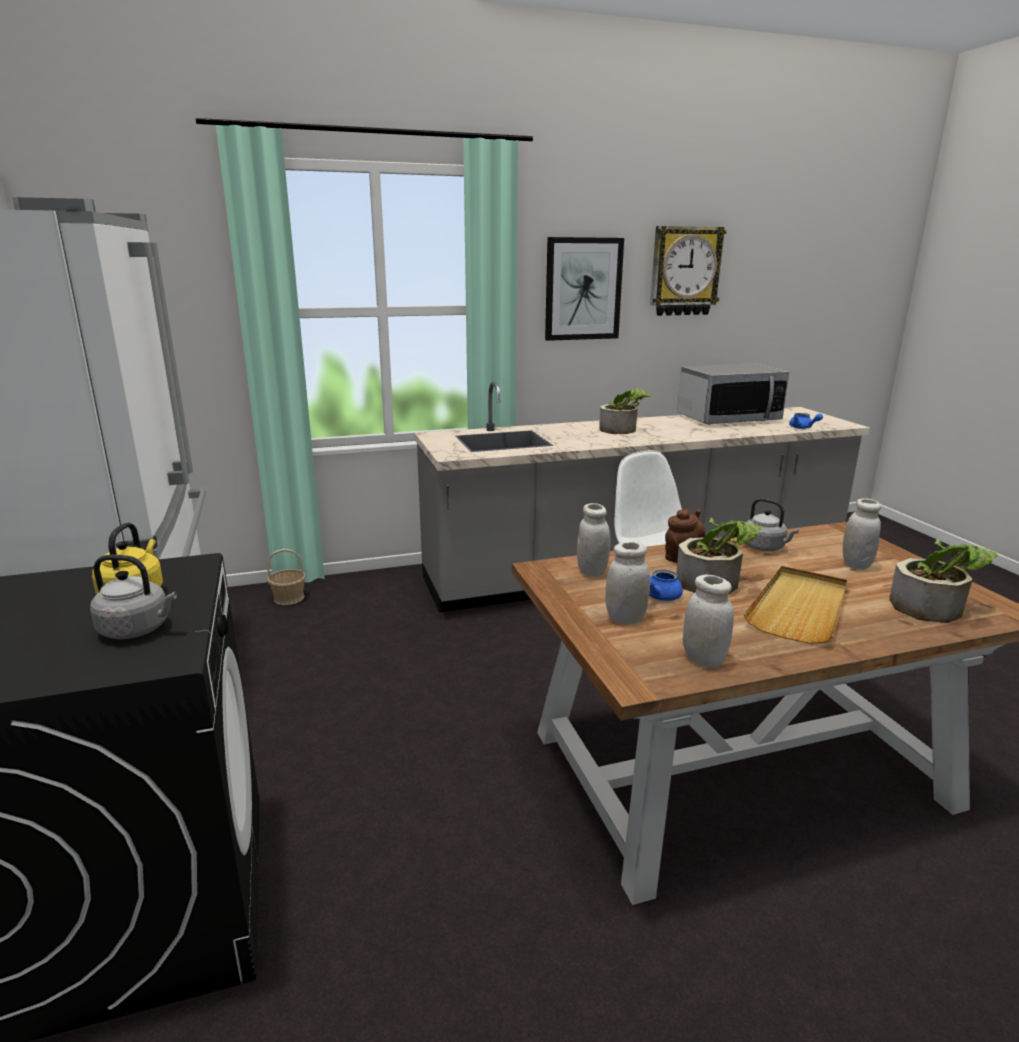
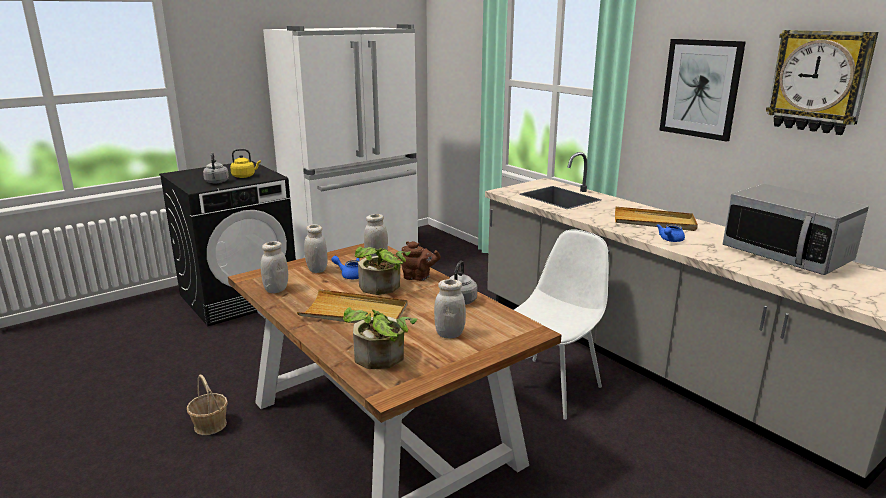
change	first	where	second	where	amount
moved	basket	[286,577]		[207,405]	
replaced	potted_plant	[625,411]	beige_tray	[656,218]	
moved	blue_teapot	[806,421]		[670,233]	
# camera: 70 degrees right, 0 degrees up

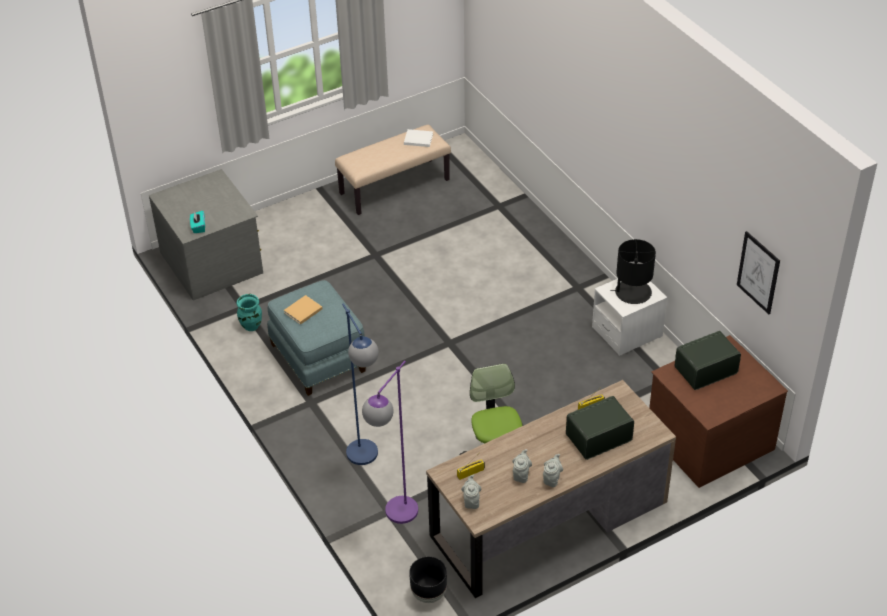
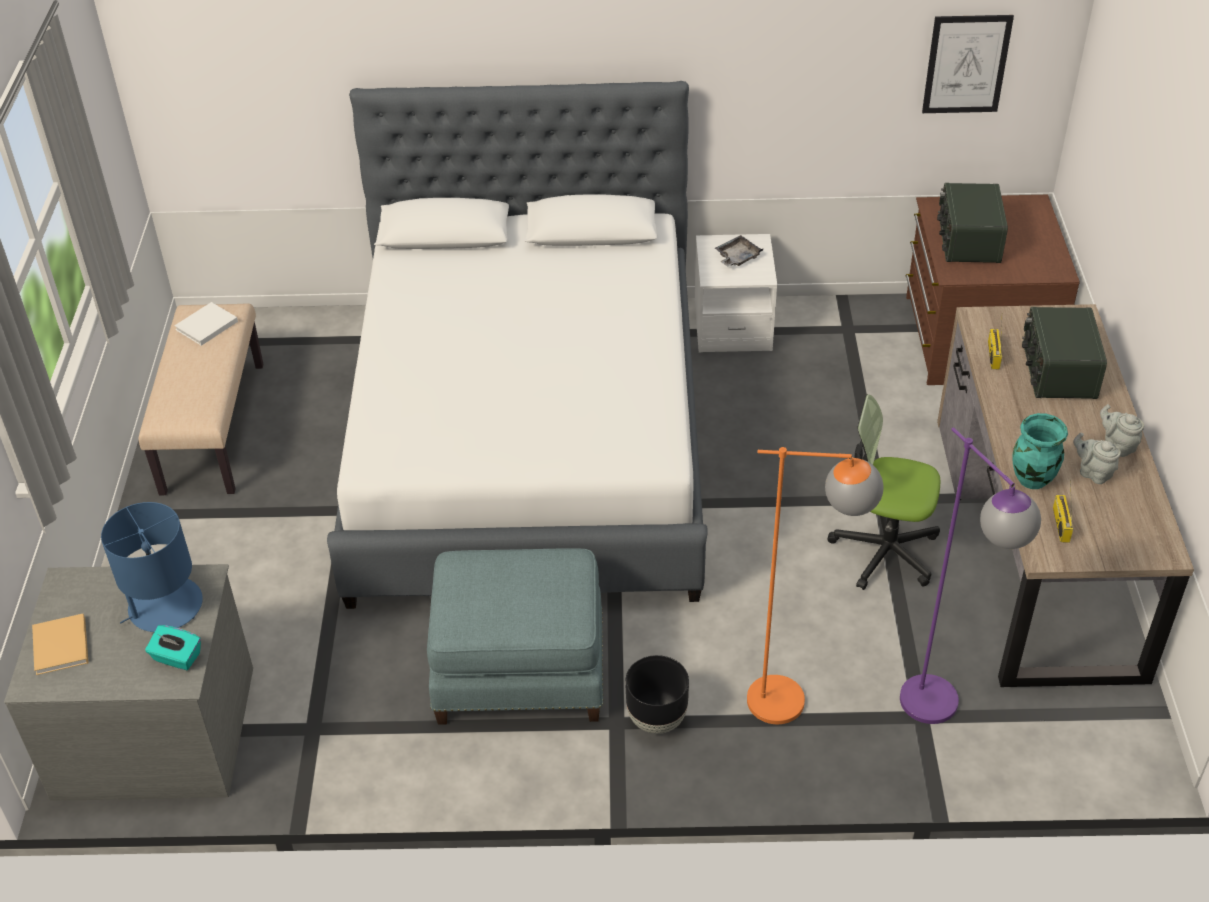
change	first	where	second	where	amount
moved	beige_book	[303,310]		[60,644]	
added			blue_table_lamp	[152,567]	
added			white_bed	[517,345]	
moved	black_planter	[428,580]		[657,694]	
replaced	black_table_lamp	[633,271]	grey_tray	[739,250]	
recoloured	blue_floor_lamp	[360,384]	orange_floor_lamp	[815,585]	
moved	turquoise_vase	[249,312]		[1040,451]	
removed	grey_teapot	[471,491]			
# camera: 60 degrees left, 0 degrees up

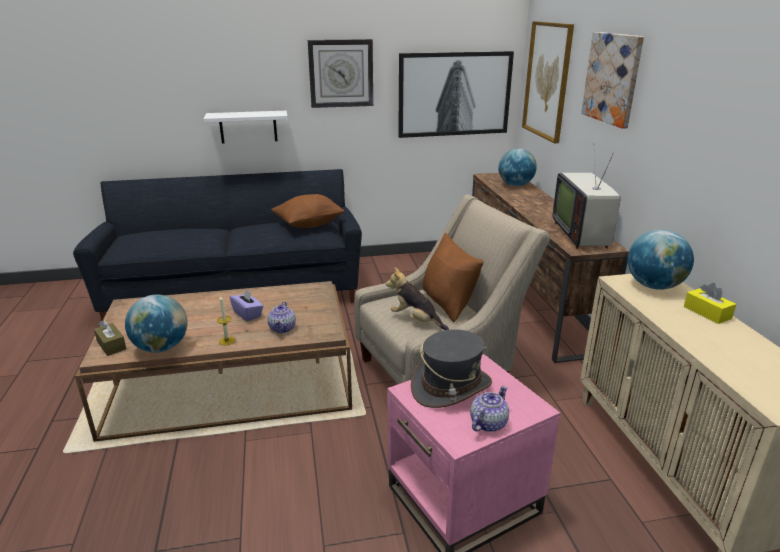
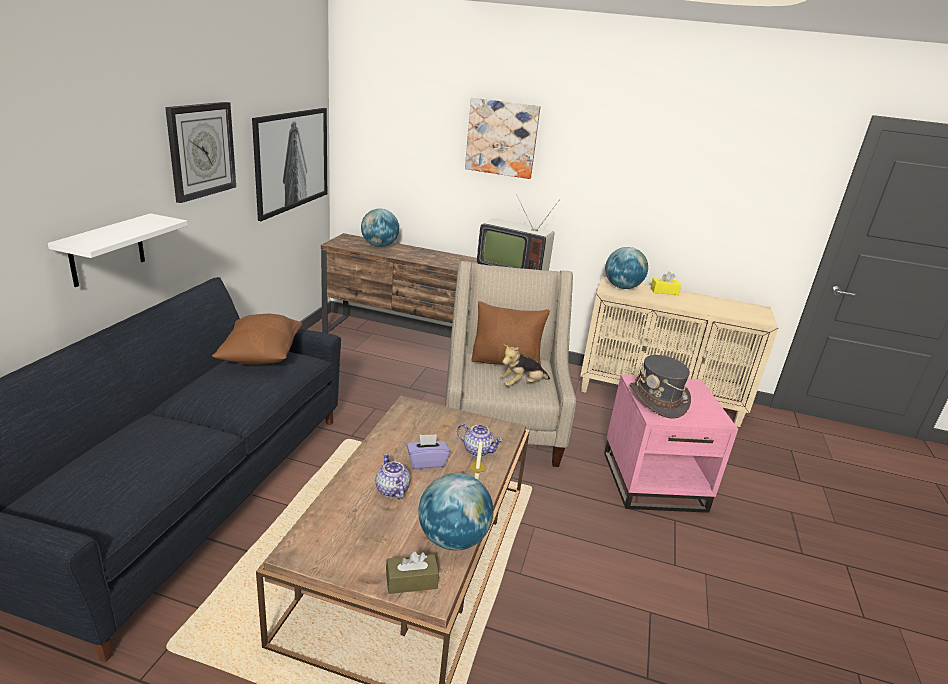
change	first	where	second	where	amount
moved	teapot	[489,409]		[392,476]	
removed	picture	[548,82]			
# camera: 65 degrees left, 0 degrees up

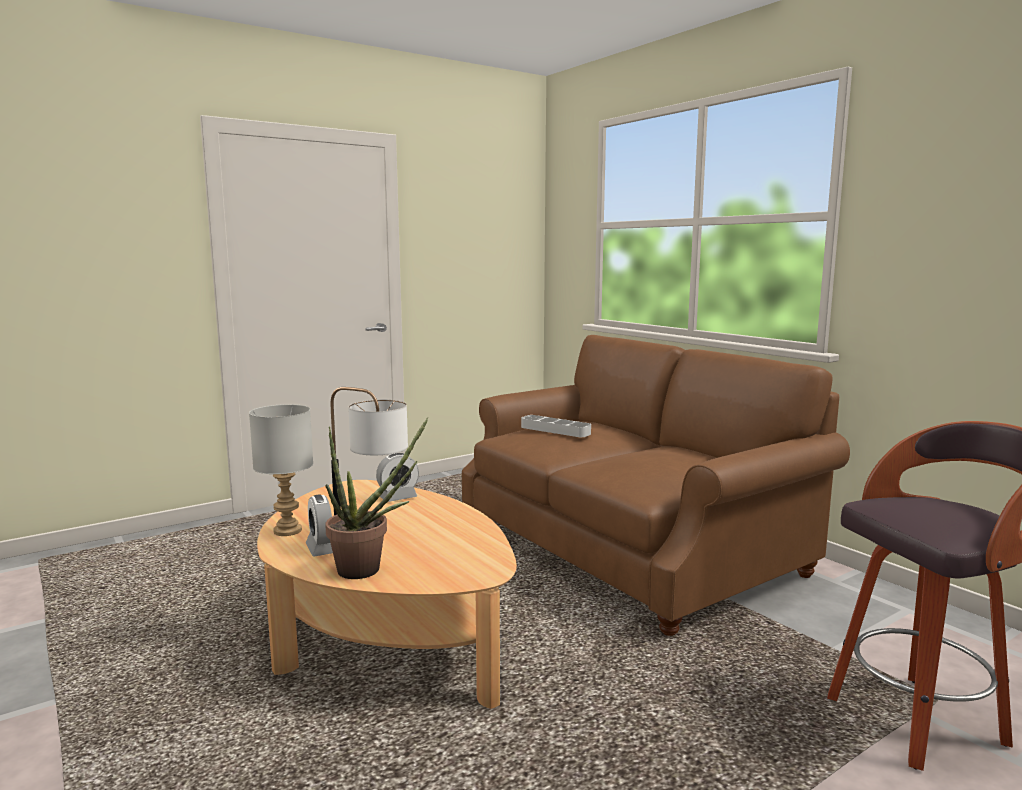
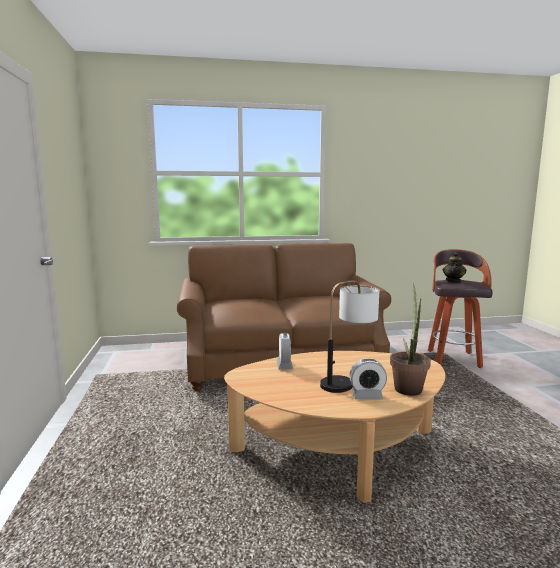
change	first	where	second	where	amount
added			teapot	[454,267]	
removed	grey_table_lamp	[281,470]			
removed	grey_tray	[556,426]			
# camera: 65 degrees left, 0 degrees up

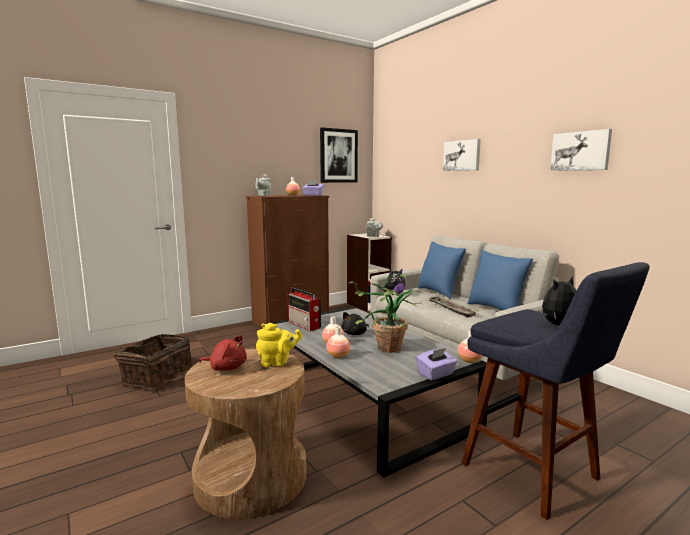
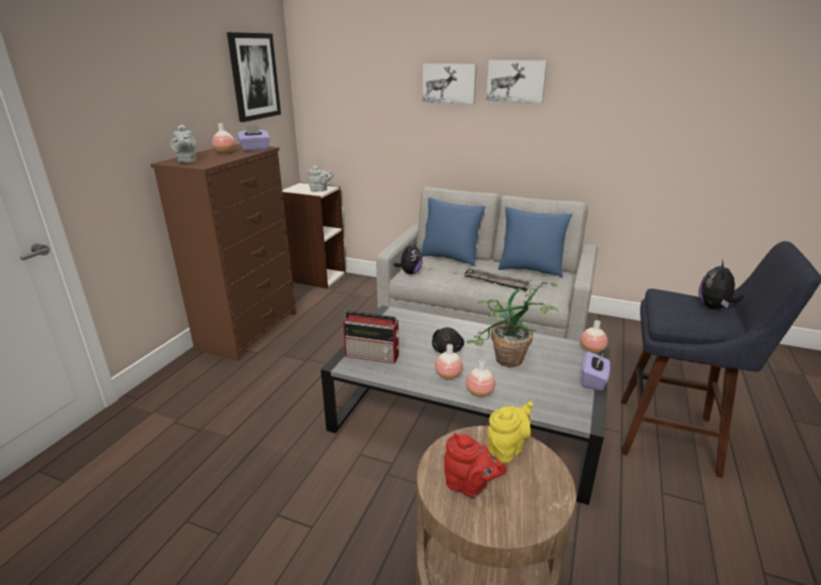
change	first	where	second	where	amount
replaced	red_plush_toy	[223,352]	red_teapot	[475,465]	
moved	picture	[581,150]		[516,81]	
removed	basket	[153,362]			
# camera: 35 degrees left, 15 degrees up

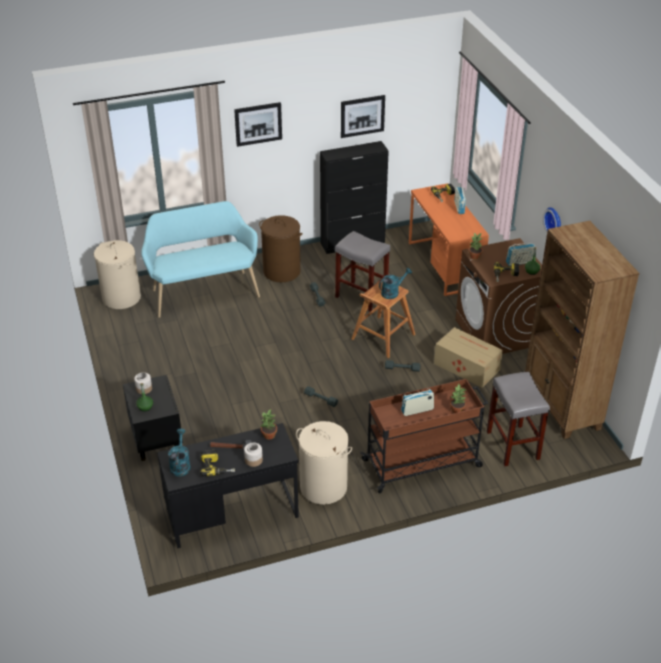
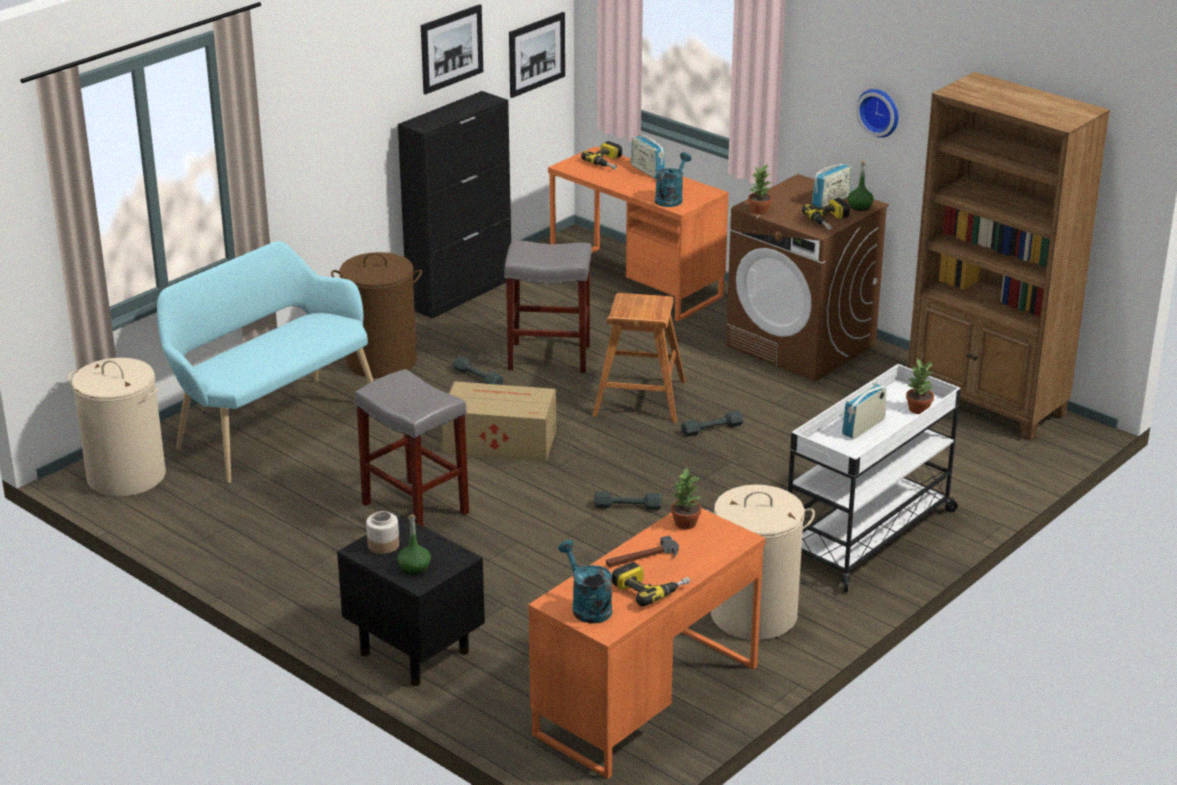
change	first	where	second	where	amount
moved	grey_stool	[518,419]		[411,447]	
moved	cardboard_box	[468,357]		[499,421]	
moved	picture	[258,124]		[537,55]	
recoloured	black_desk	[228,485]	orange_desk	[647,643]	
moved	turquoise_watering_can	[395,283]		[673,179]	
recoloured	brown_cart	[424,436]	white_cart	[874,478]	
removed	jar	[253,455]			
# camera: 30 degrees left, 10 degrees down

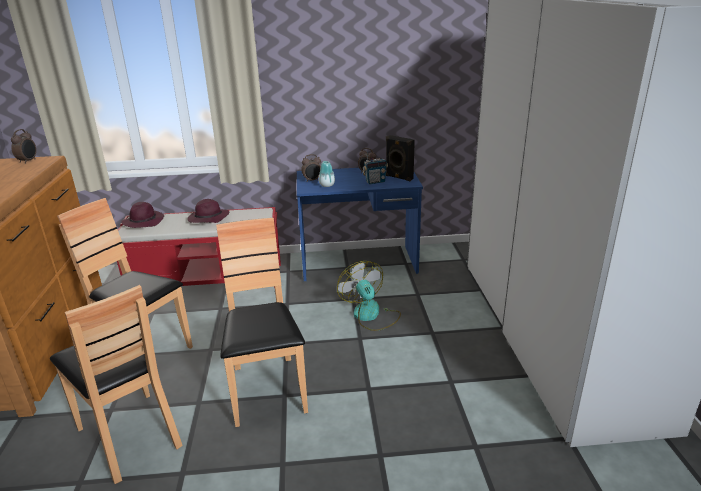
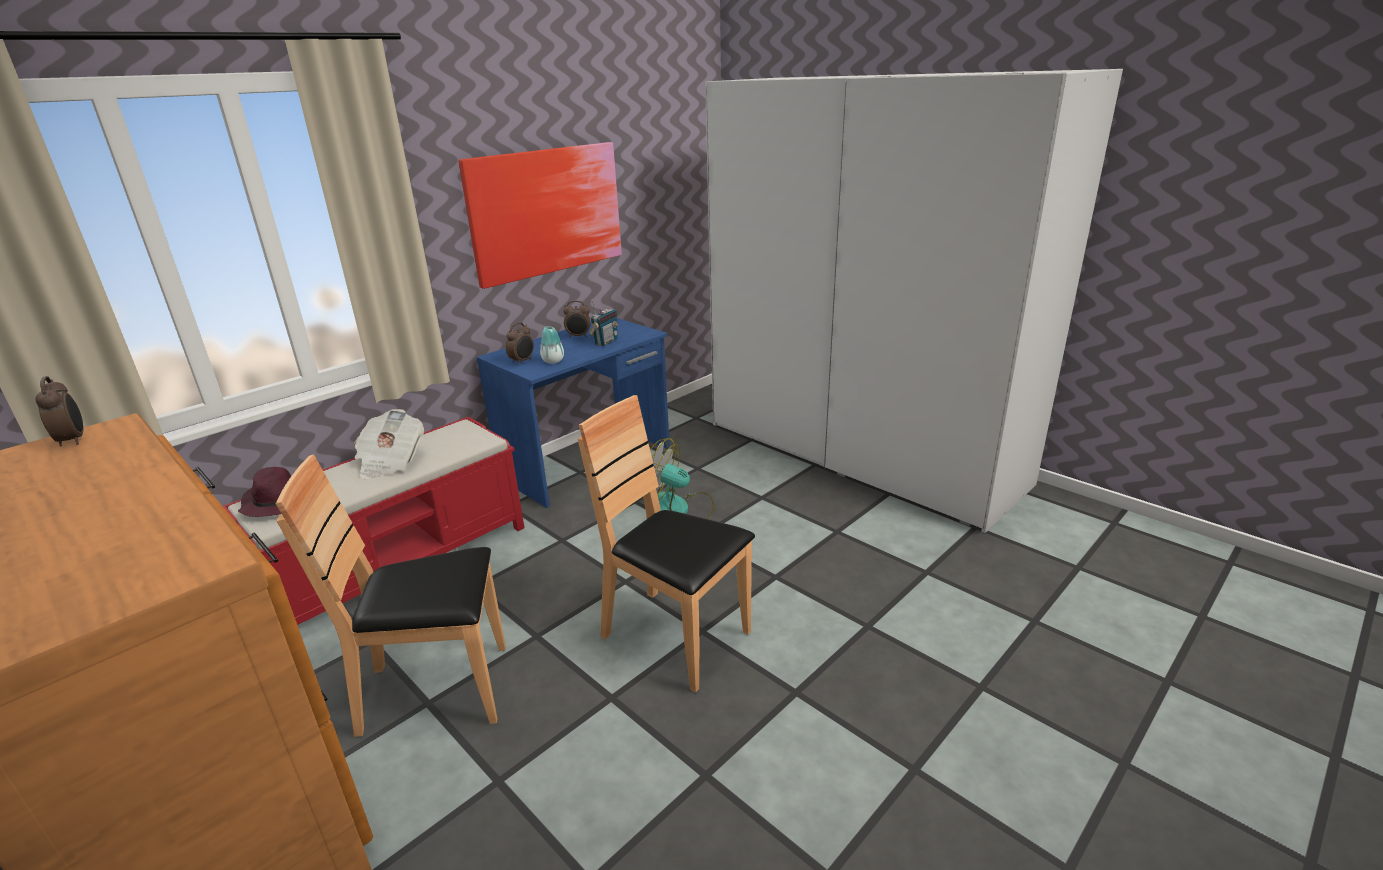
change	first	where	second	where	amount
replaced	purple_hat	[208,211]	newspaper	[389,444]	
added			picture	[540,215]	
removed	brown_chair	[116,384]			
removed	black_speaker	[400,158]			
# camera: 40 degrees left, 0 degrees up

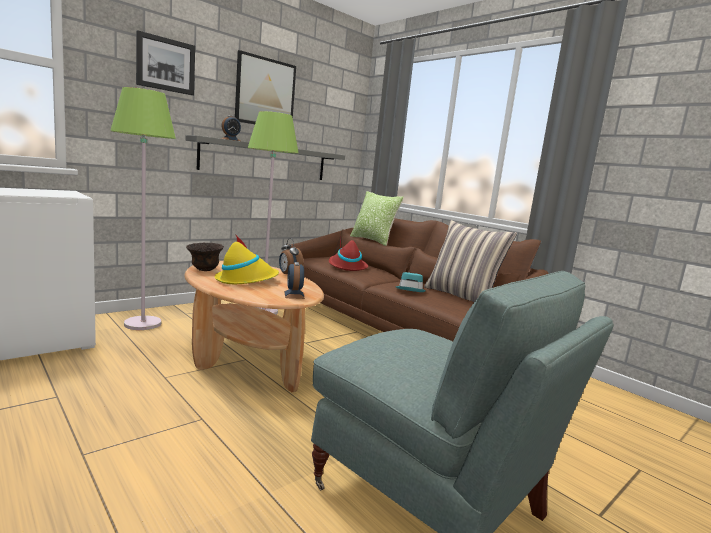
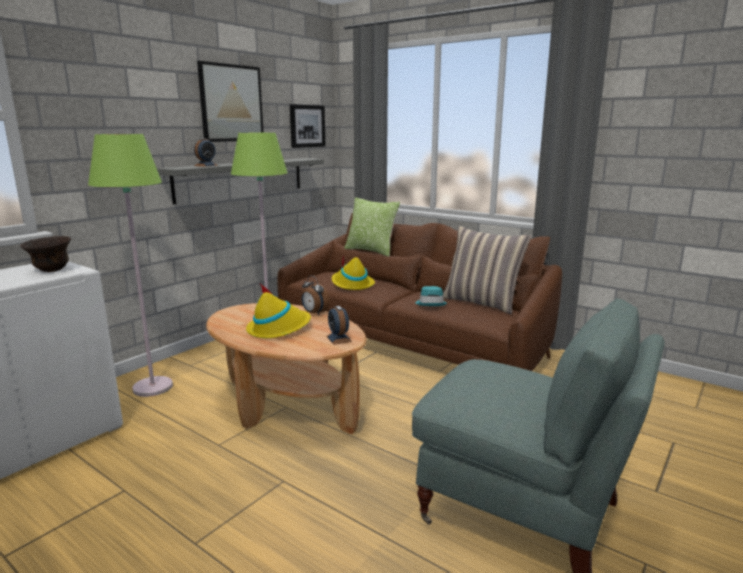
change	first	where	second	where	amount
moved	brown_bowl	[205,257]		[45,254]	
moved	picture	[165,63]		[308,126]	
recoloured	red_hat	[348,254]	yellow_hat	[353,272]	
# camera: 10 degrees left, 5 degrees up

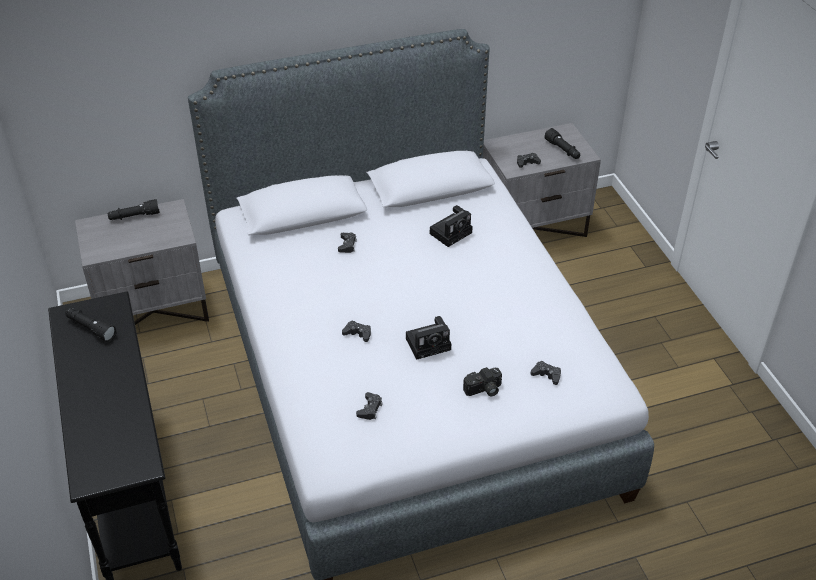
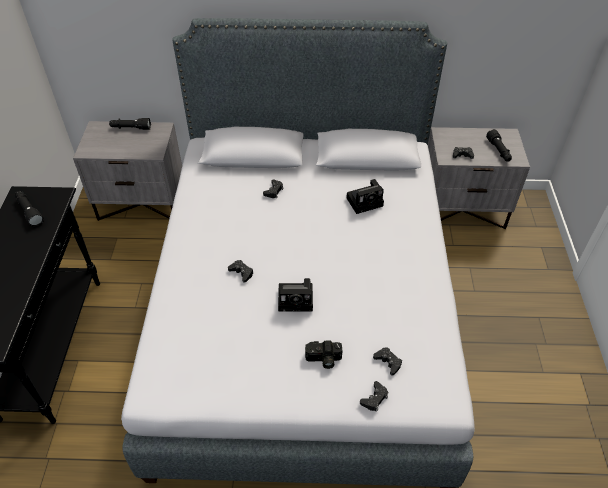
change	first	where	second	where	amount
moved	black_game_controller	[369,406]		[374,396]	
# camera: 20 degrees right, 5 degrees up

